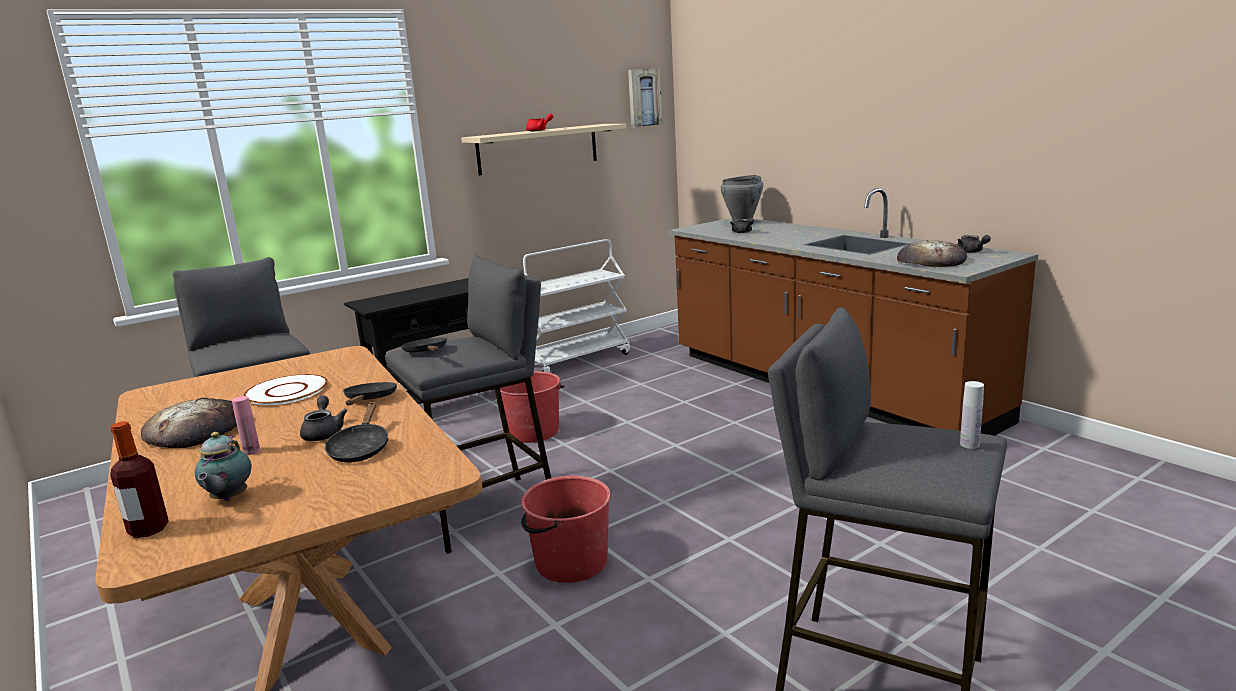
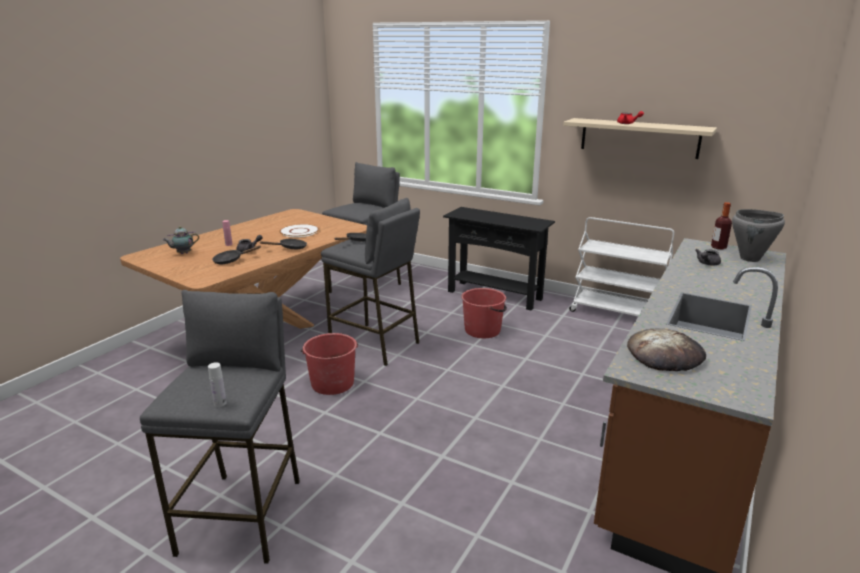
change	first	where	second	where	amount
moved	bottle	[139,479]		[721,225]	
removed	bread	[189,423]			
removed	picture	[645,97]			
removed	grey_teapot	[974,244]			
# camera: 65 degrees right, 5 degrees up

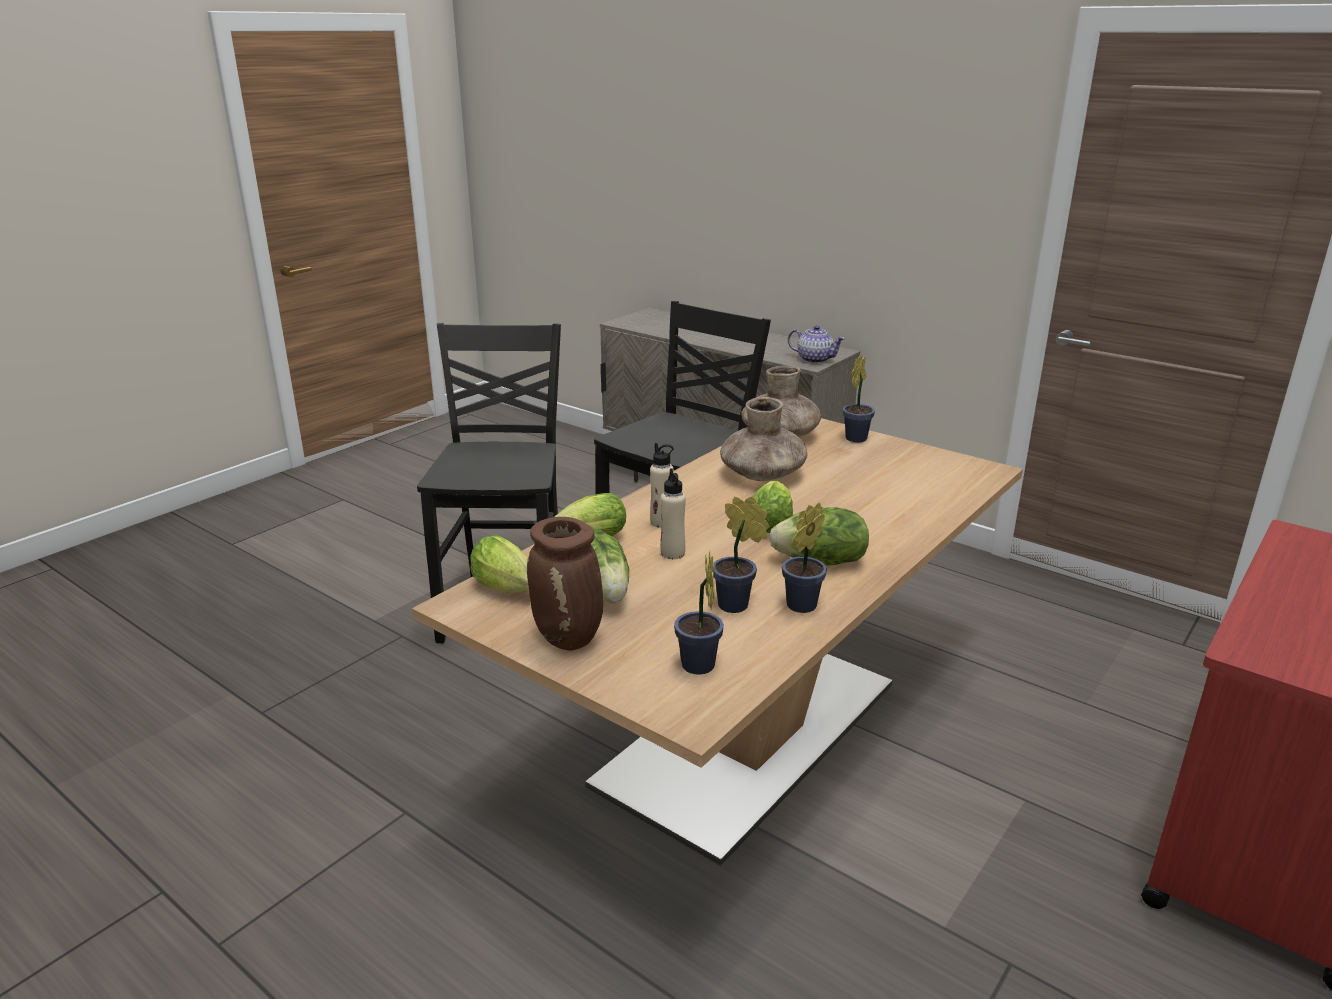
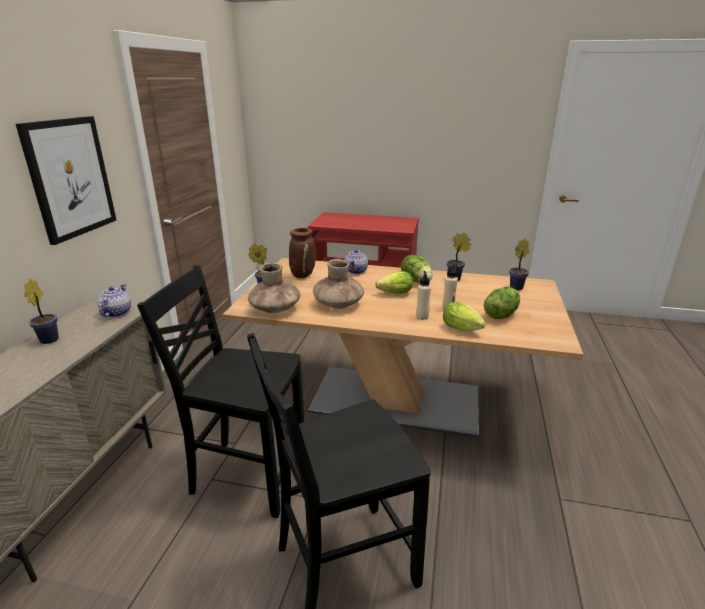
change	first	where	second	where	amount
added			picture	[66,180]	
moved	potted_plant	[742,554]		[41,311]	
moved	brown_vase	[565,584]		[302,253]	
added			teapot	[356,261]	
removed	lettuce	[499,564]			
# camera: 115 degrees left, 0 degrees up

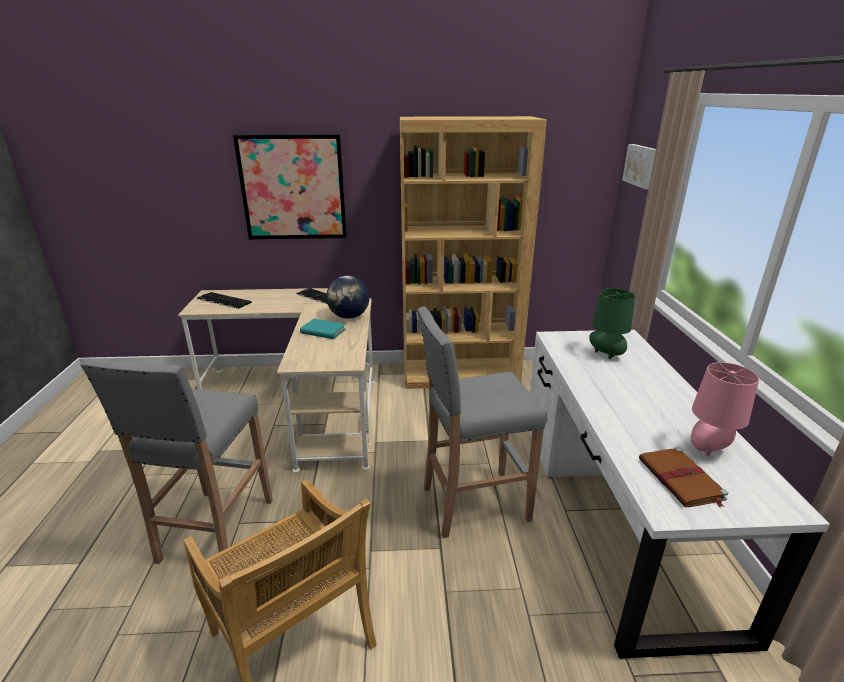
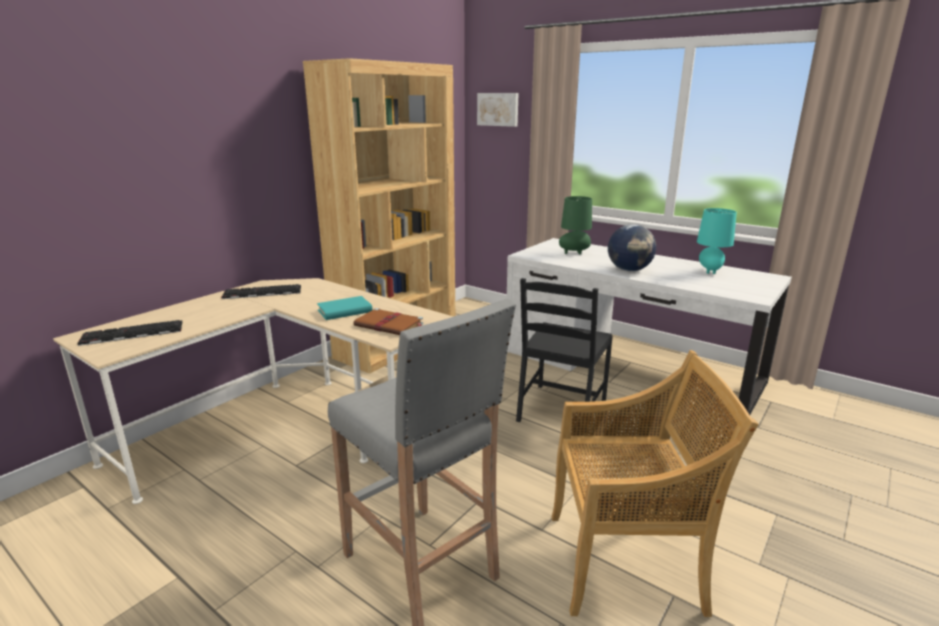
change	first	where	second	where	amount
moved	brown_book	[684,477]		[388,321]	
replaced	grey_stool	[482,422]	black_chair	[564,355]	
moved	globe	[348,297]		[632,247]	
recoloured	pink_table_lamp	[725,409]	turquoise_table_lamp	[717,241]	
removed	picture	[290,186]			
# camera: 50 degrees left, 5 degrees down

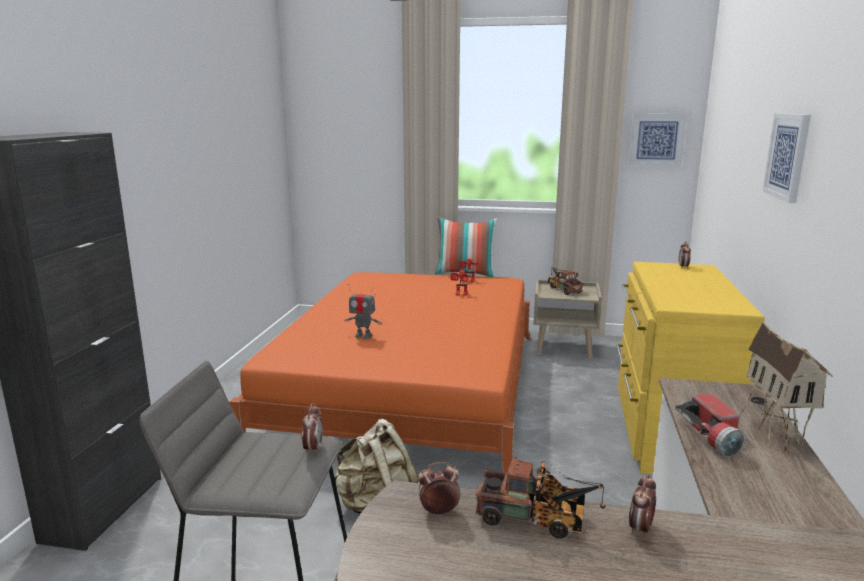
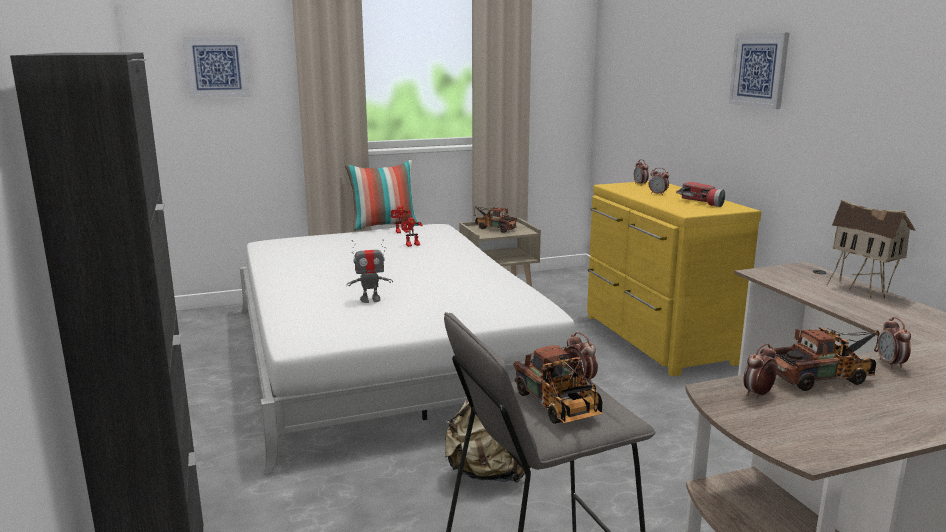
change	first	where	second	where	amount
moved	picture	[657,140]		[216,67]	
recoloured	orange_bed	[379,372]	white_bed	[407,349]	
added			toy_truck	[558,384]	
added			alarm_clock	[659,181]	
moved	flashlight	[709,425]		[700,194]	
# camera: 30 degrees left, 0 degrees up

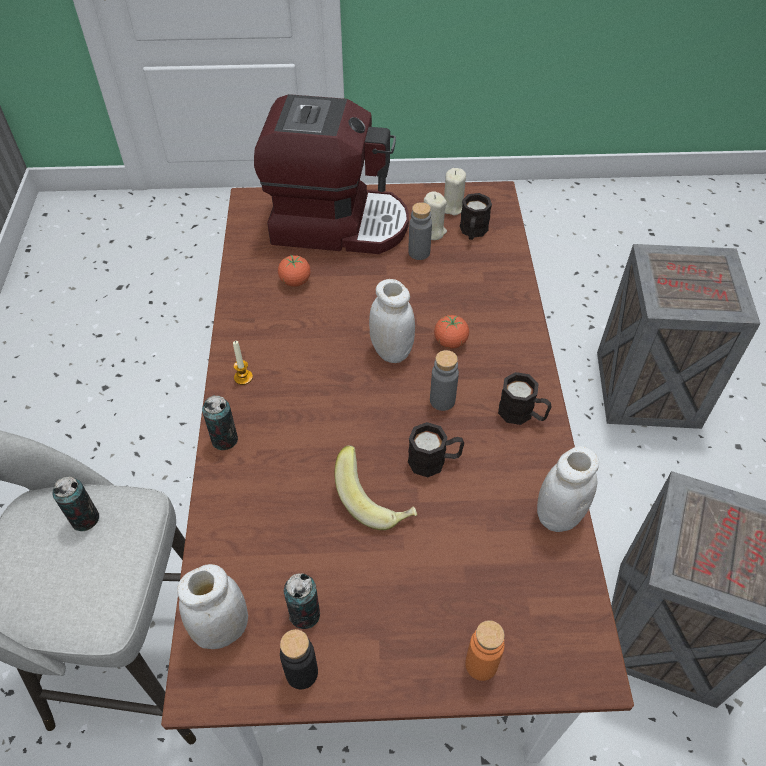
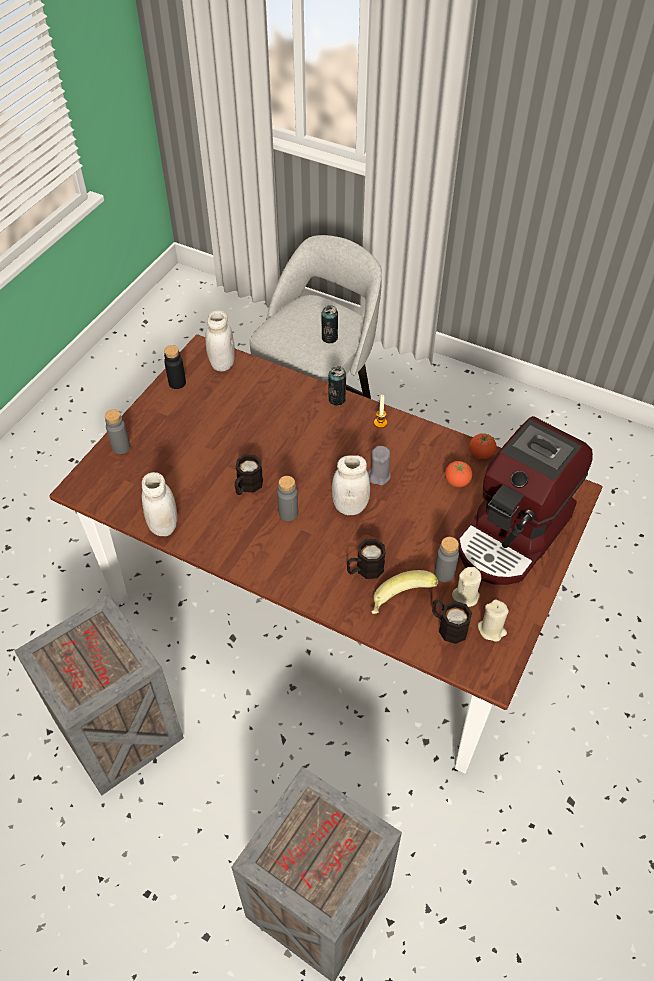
change	first	where	second	where	amount
recoloured	orange_bottle	[485,650]	grey_bottle	[117,431]	
moved	black_mug	[524,398]		[366,559]	
added			grey_candle	[379,465]	
moved	banana	[375,487]		[404,592]	
moved	tomato	[451,332]		[482,446]	
removed	can	[302,601]			
# camera: 120 degrees right, 0 degrees up

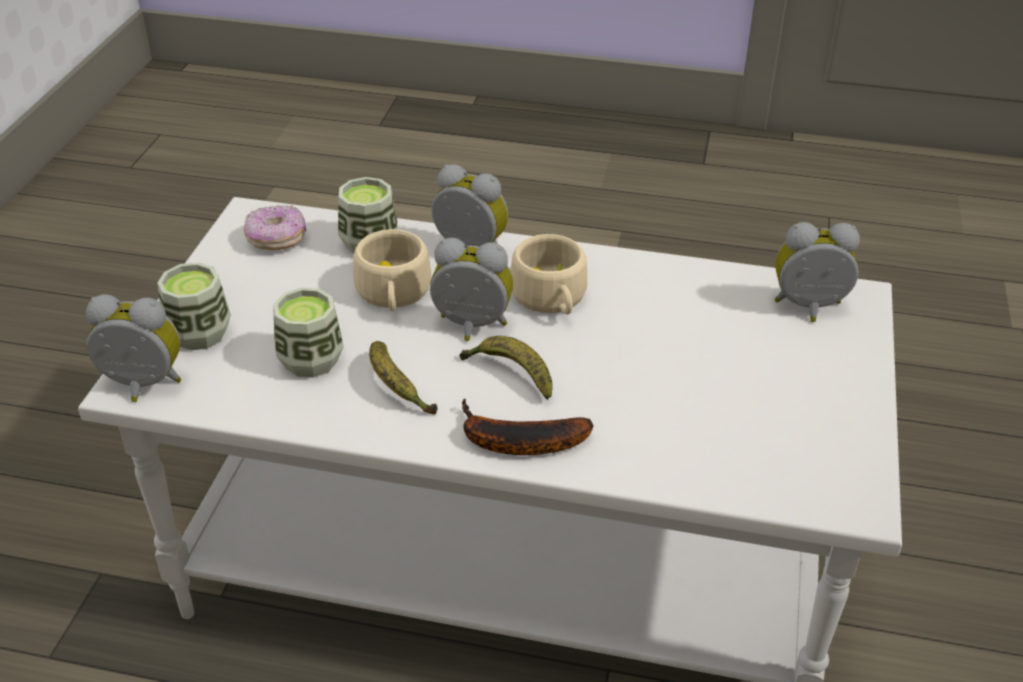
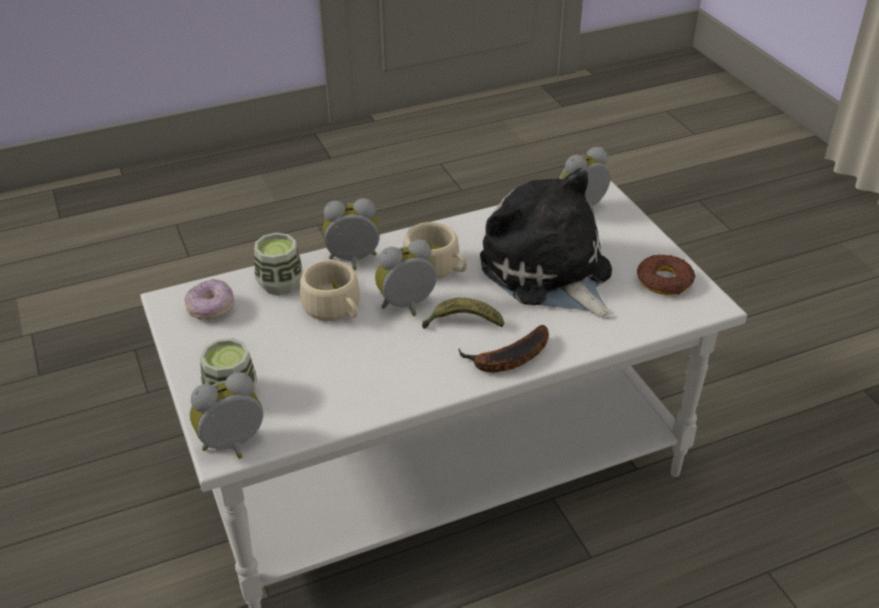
change	first	where	second	where	amount
added			plush_toy	[546,243]	
added			donut	[666,274]	
removed	cup	[308,333]			
removed	banana	[403,378]			
# camera: 35 degrees left, 0 degrees up

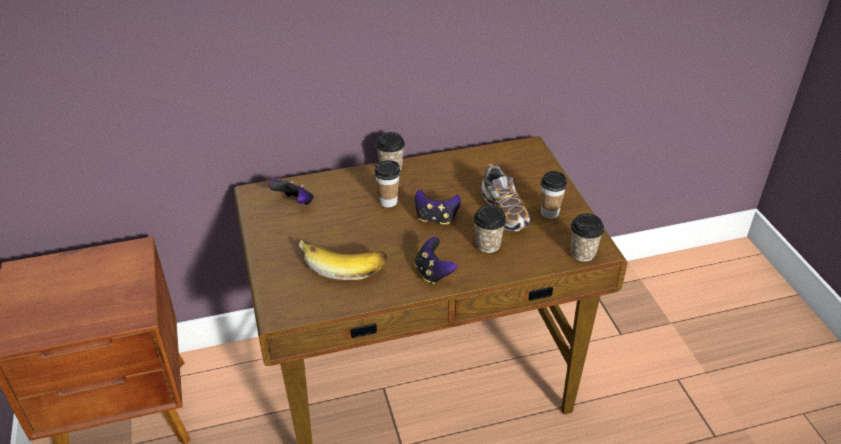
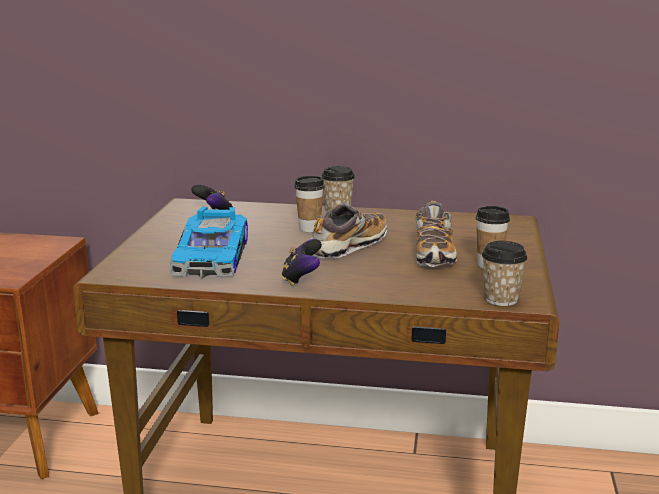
change	first	where	second	where	amount
replaced	banana	[343,260]	toy_car	[208,243]	
replaced	game_controller	[438,207]	shoe	[349,231]	
removed	cup	[490,229]			
# camera: 25 degrees right, 20 degrees down

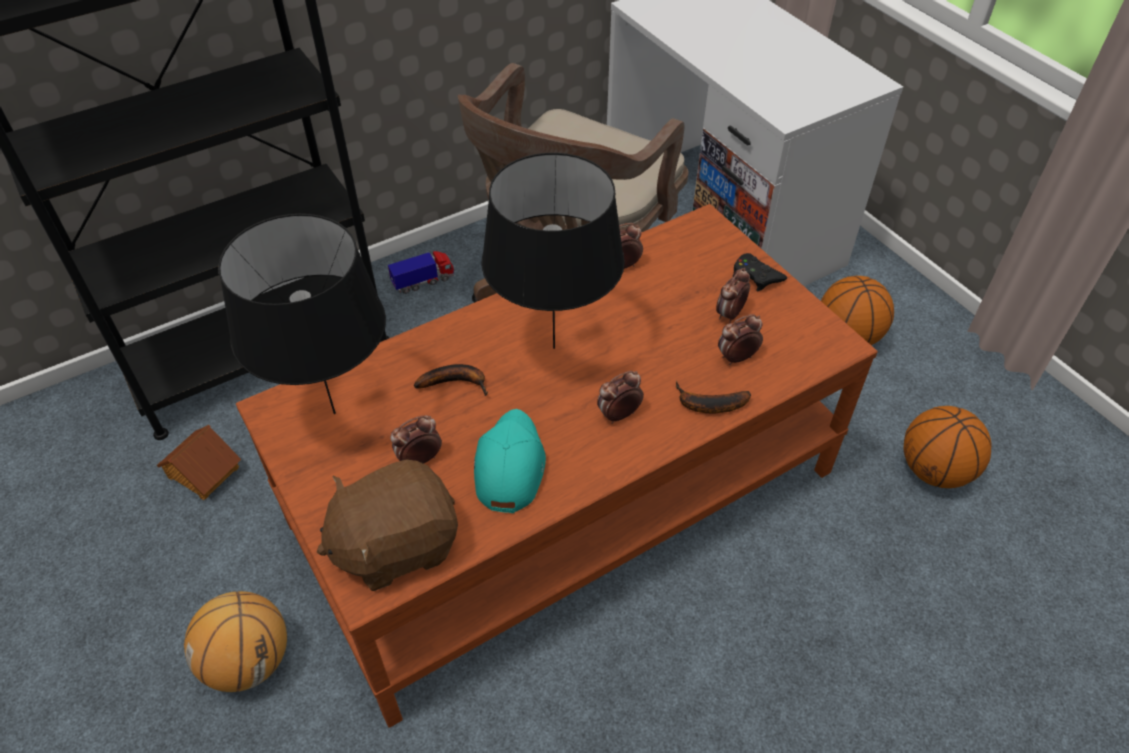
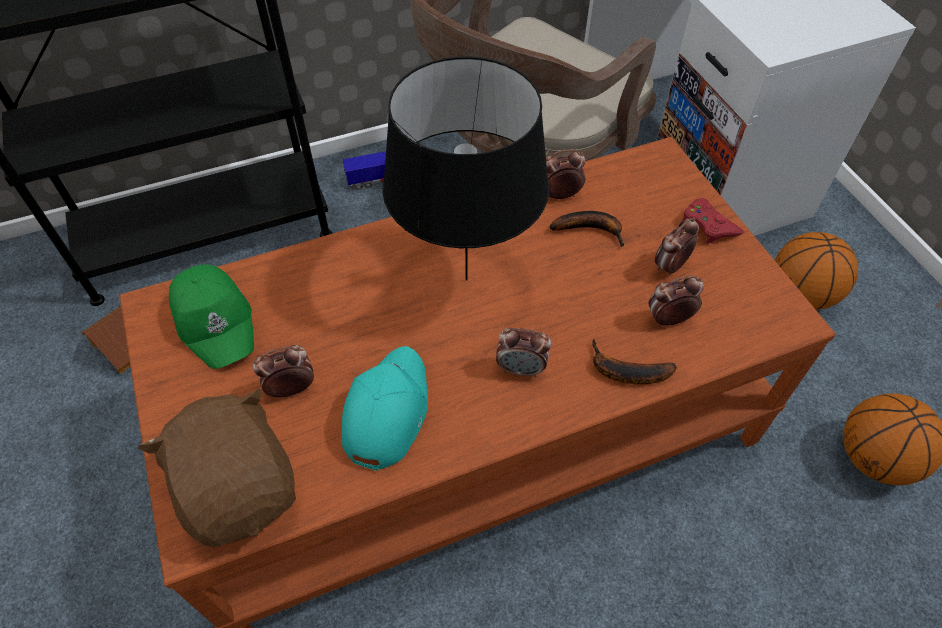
change	first	where	second	where	amount
turned	brown_plush_toy	[387,525]		[217,468]	75 degrees clockwise
replaced	black_table_lamp	[302,314]	green_cap	[211,316]	
turned	alarm_clock	[620,397]		[523,352]	150 degrees counterclockwise
moved	banana	[451,380]		[587,229]	
recoloured	black_game_controller	[760,272]	red_game_controller	[713,221]	
removed	basketball	[235,641]			
# camera: 10 degrees right, 5 degrees up

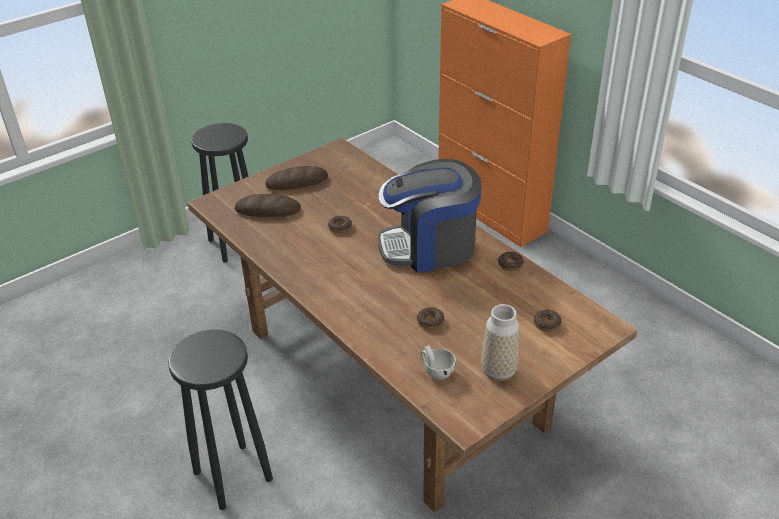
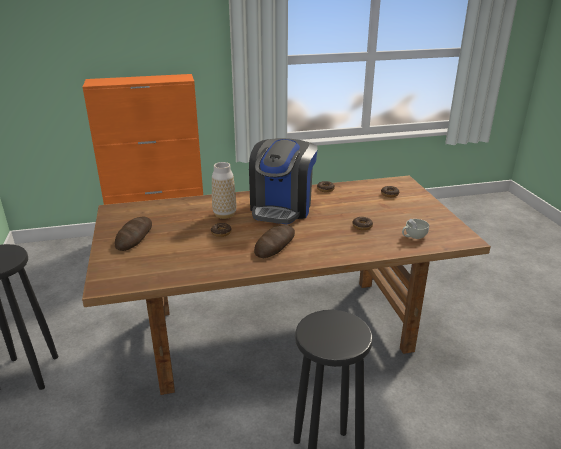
change	first	where	second	where	amount
moved	vase	[500,342]		[224,190]	
moved	bread	[268,205]		[274,241]	
# camera: 65 degrees left, 10 degrees down

